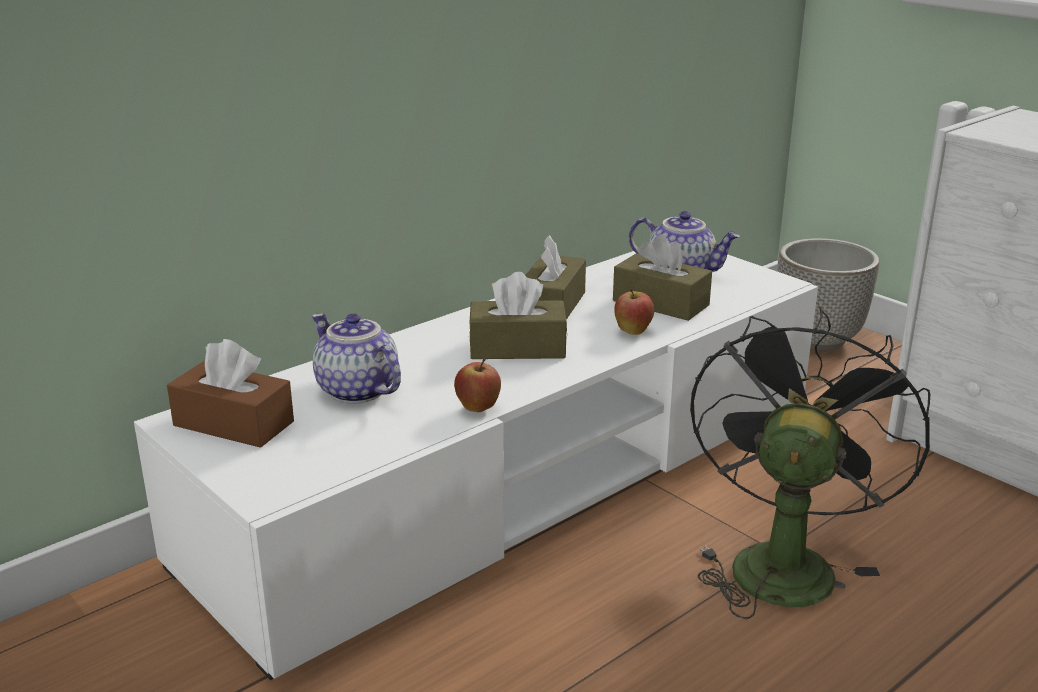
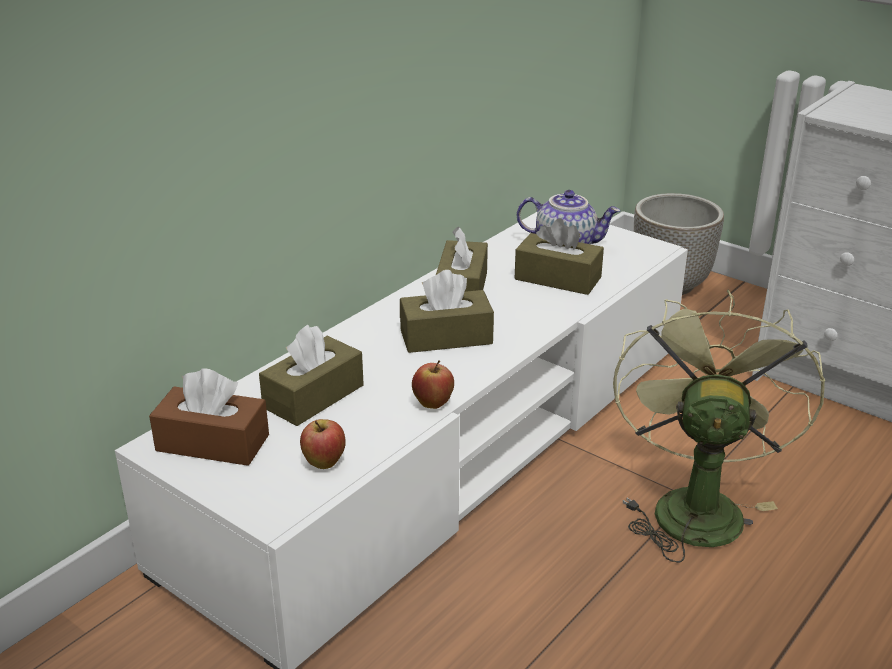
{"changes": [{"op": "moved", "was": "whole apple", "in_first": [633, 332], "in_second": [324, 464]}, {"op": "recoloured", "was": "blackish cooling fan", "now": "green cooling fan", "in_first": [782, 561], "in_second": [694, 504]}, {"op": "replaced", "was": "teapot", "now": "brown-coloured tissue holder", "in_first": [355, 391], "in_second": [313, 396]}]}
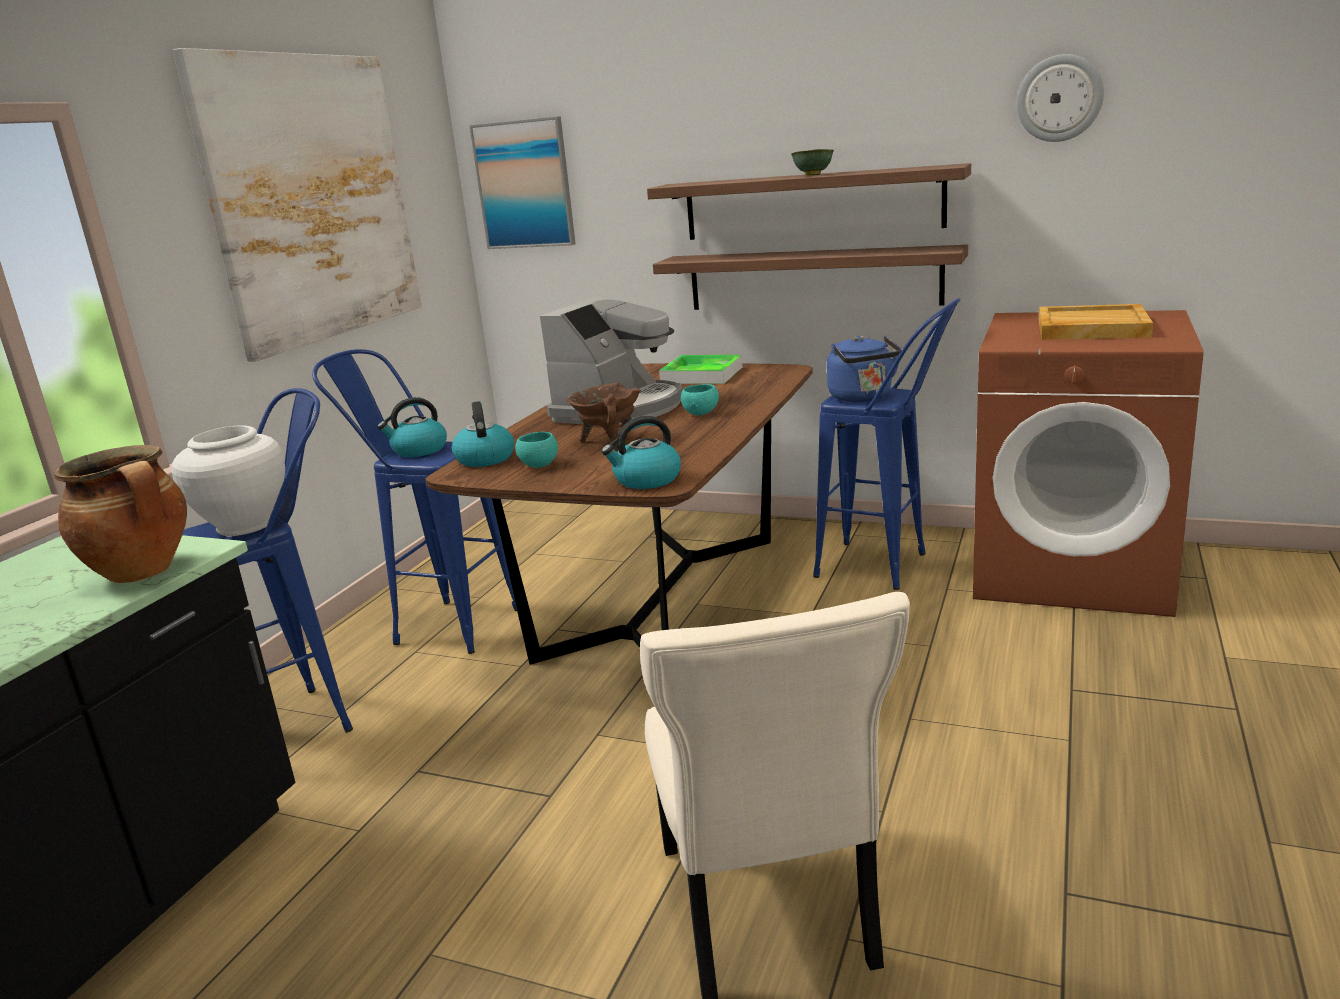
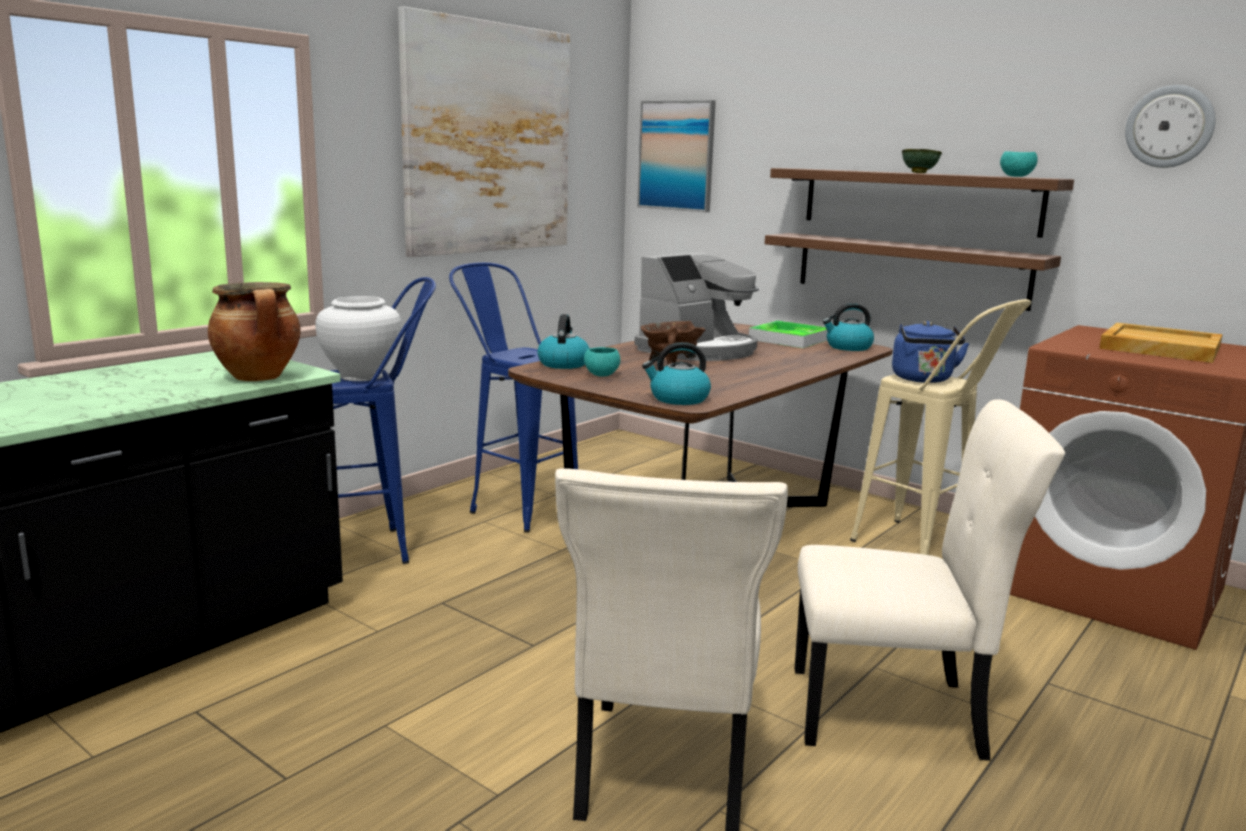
{"changes": [{"op": "recoloured", "was": "blue-coloured sitting stool", "now": "beige-coloured sitting stool", "in_first": [888, 568], "in_second": [925, 548]}, {"op": "moved", "was": "turquoise-coloured deep dish", "in_first": [700, 413], "in_second": [1016, 176]}, {"op": "moved", "was": "water kettle", "in_first": [418, 450], "in_second": [848, 347]}, {"op": "added", "now": "beige-coloured plain chair", "in_second": [895, 714]}]}
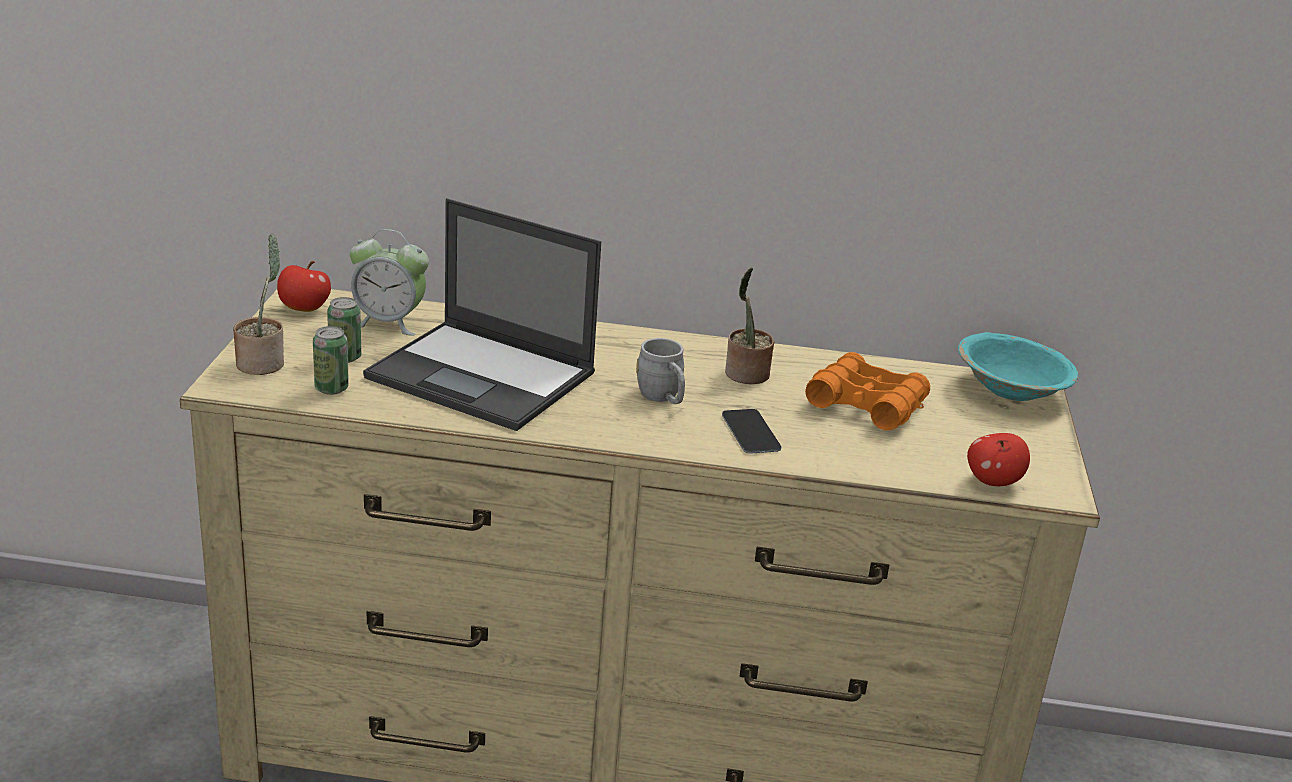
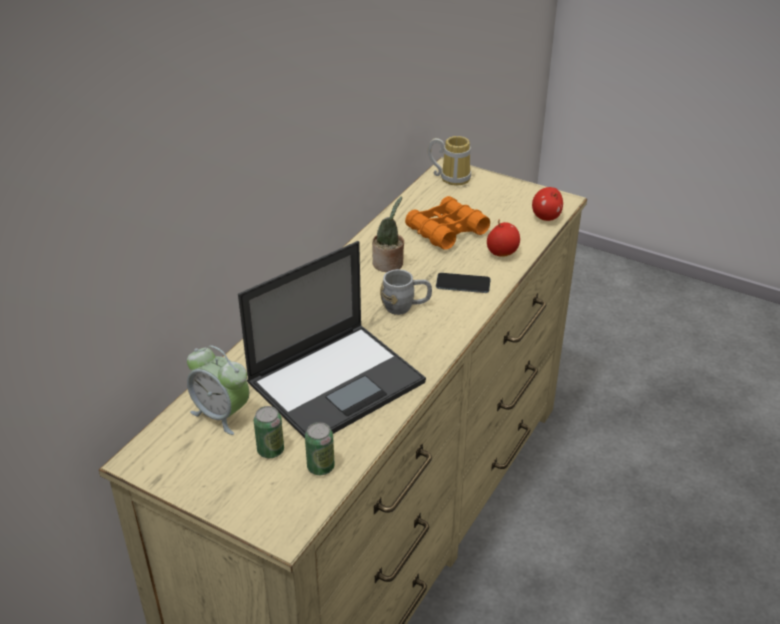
{"changes": [{"op": "turned", "was": "alarm clock", "in_first": [389, 323], "in_second": [221, 414], "clockwise": 90}, {"op": "removed", "was": "plant in a pot", "in_first": [263, 363]}, {"op": "moved", "was": "whole apple", "in_first": [304, 309], "in_second": [502, 253]}, {"op": "replaced", "was": "turquoise-coloured deep dish", "now": "tea mug", "in_first": [1011, 391], "in_second": [451, 177]}]}
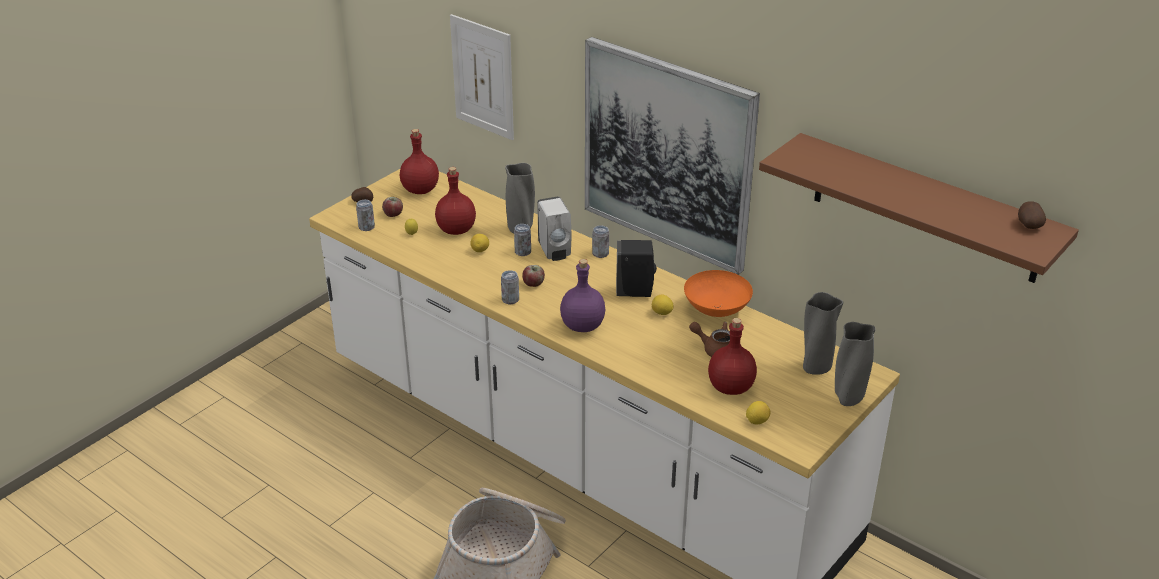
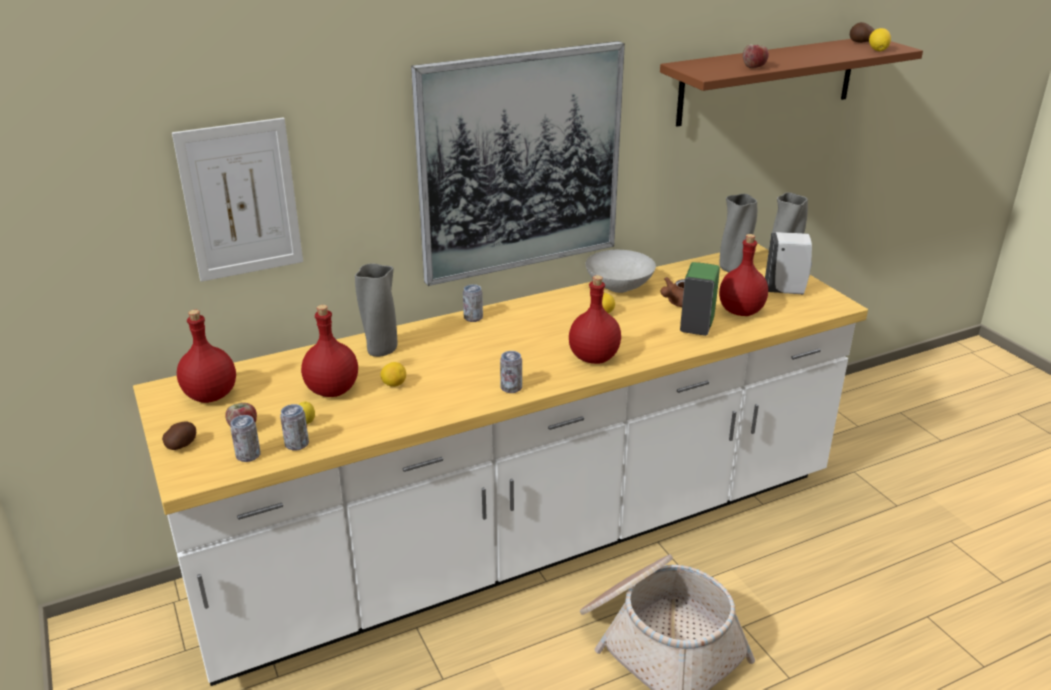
{"changes": [{"op": "moved", "was": "white-coloured soap bottle", "in_first": [554, 252], "in_second": [786, 291]}, {"op": "moved", "was": "metal can", "in_first": [523, 252], "in_second": [297, 444]}, {"op": "removed", "was": "blackish soap bottle", "in_first": [635, 292]}, {"op": "recoloured", "was": "purplish bottle", "now": "reddish bottle", "in_first": [583, 326], "in_second": [594, 357]}, {"op": "moved", "was": "whole apple", "in_first": [533, 284], "in_second": [754, 67]}, {"op": "recoloured", "was": "orange deep dish", "now": "gray deep dish", "in_first": [716, 309], "in_second": [617, 287]}, {"op": "moved", "was": "whole lemon", "in_first": [757, 421], "in_second": [878, 50]}, {"op": "added", "now": "green soap bottle", "in_second": [697, 326]}]}
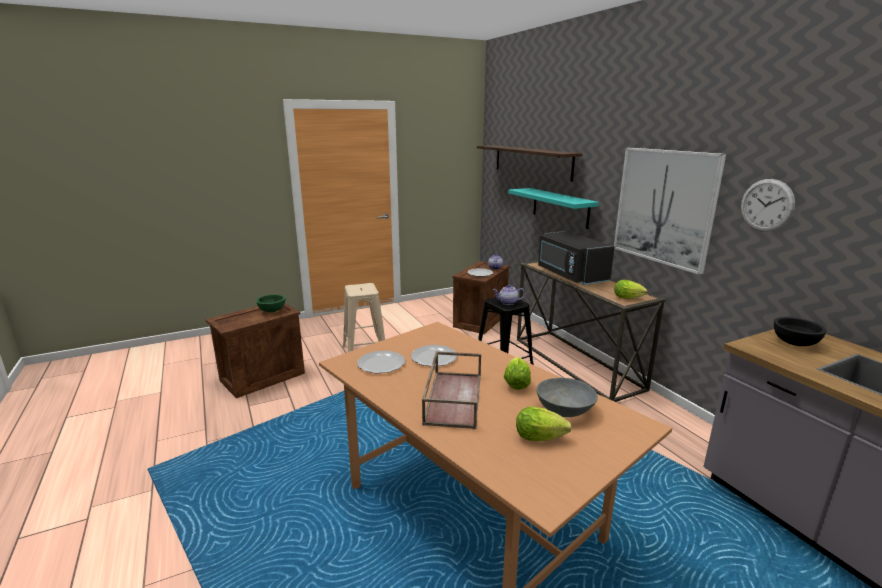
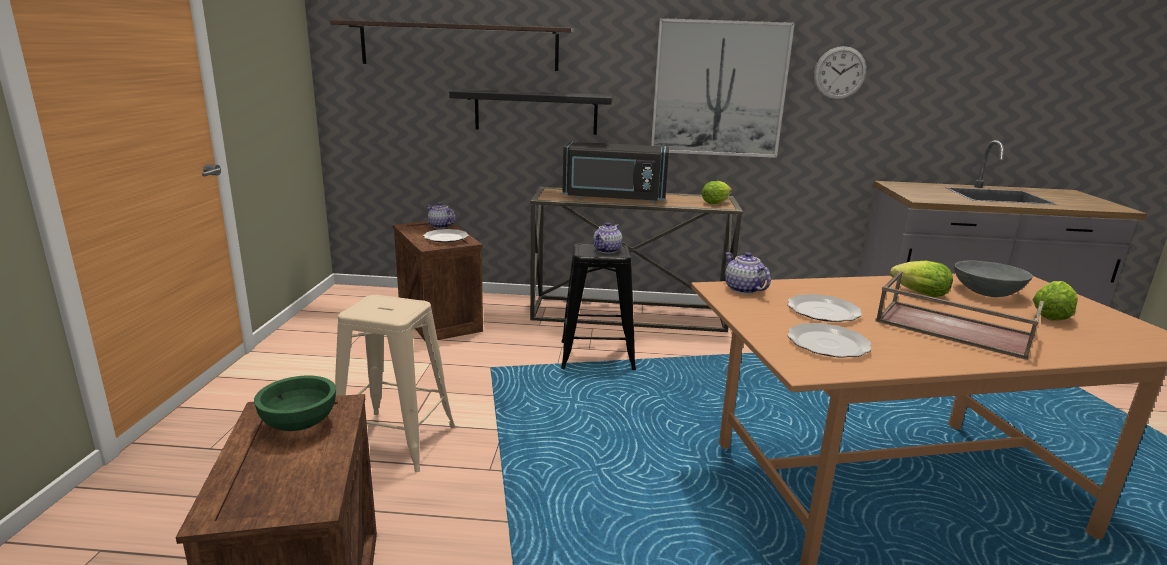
{"changes": [{"op": "recoloured", "was": "turquoise-coloured shelf", "now": "blackish shelf", "in_first": [560, 207], "in_second": [536, 112]}, {"op": "removed", "was": "blackish deep dish", "in_first": [795, 343]}, {"op": "added", "now": "teapot", "in_second": [743, 289]}]}
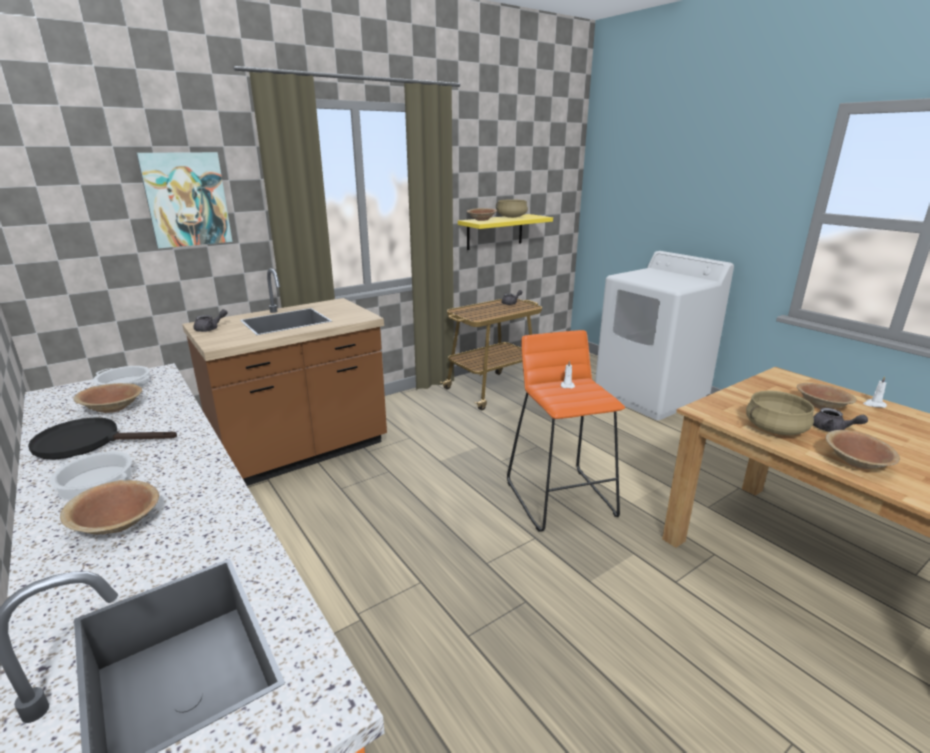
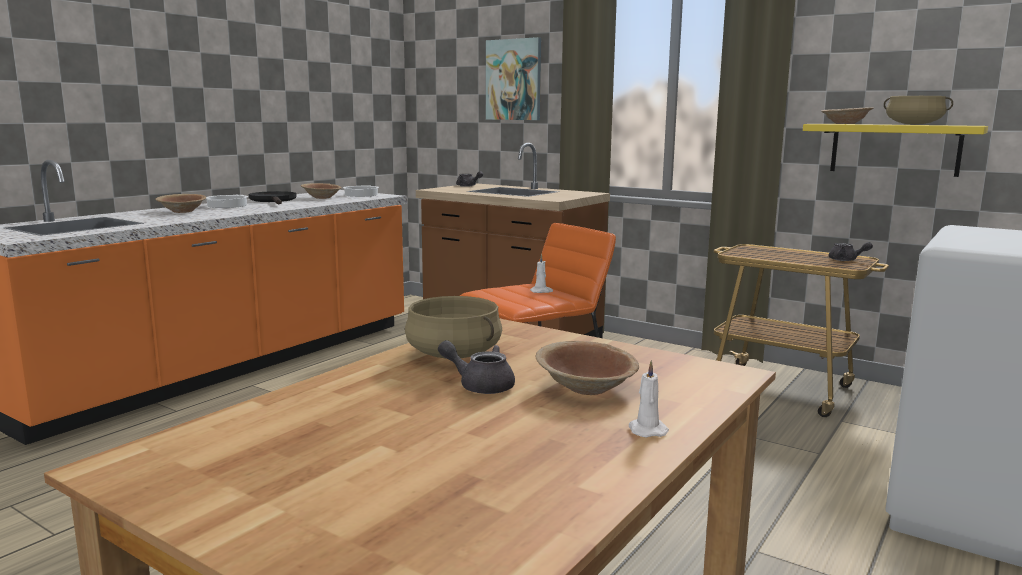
{"changes": [{"op": "turned", "was": "gray teapot", "in_first": [832, 429], "in_second": [480, 385], "clockwise": 90}, {"op": "removed", "was": "brown-coloured deep dish", "in_first": [856, 462]}]}
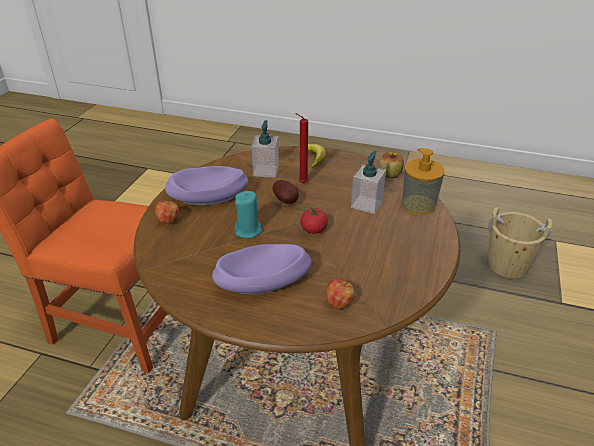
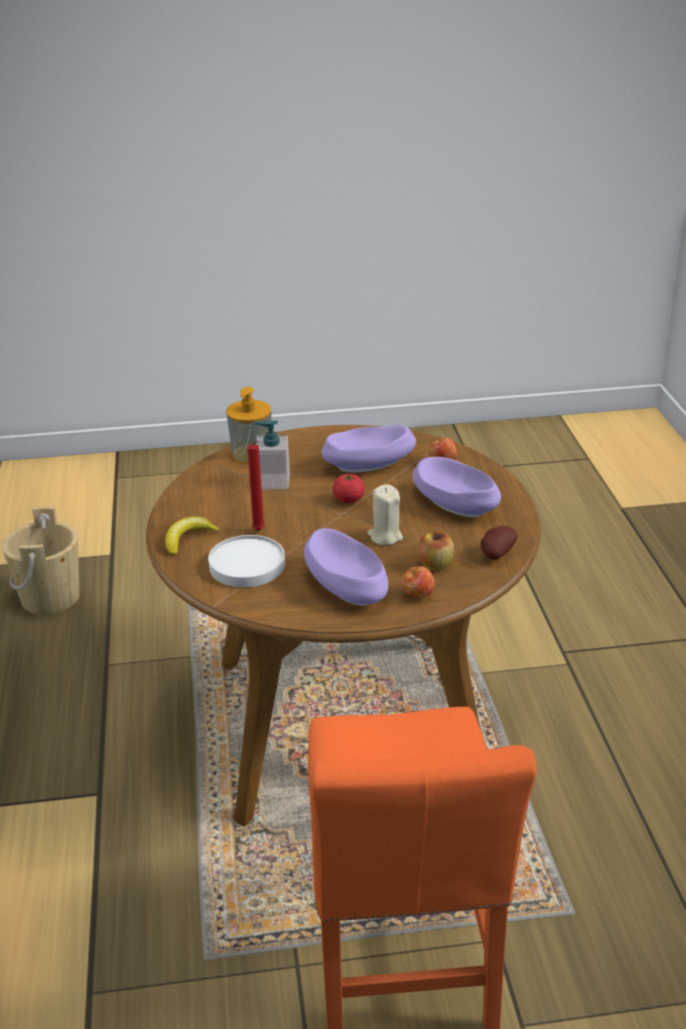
{"changes": [{"op": "replaced", "was": "soap bottle", "now": "white-coloured plate", "in_first": [266, 171], "in_second": [247, 565]}, {"op": "moved", "was": "whole apple", "in_first": [389, 174], "in_second": [435, 565]}, {"op": "moved", "was": "spud", "in_first": [286, 201], "in_second": [495, 555]}, {"op": "recoloured", "was": "turquoise-coloured candle", "now": "beige-coloured candle", "in_first": [248, 230], "in_second": [385, 536]}, {"op": "added", "now": "purplish deep dish", "in_second": [368, 464]}]}
